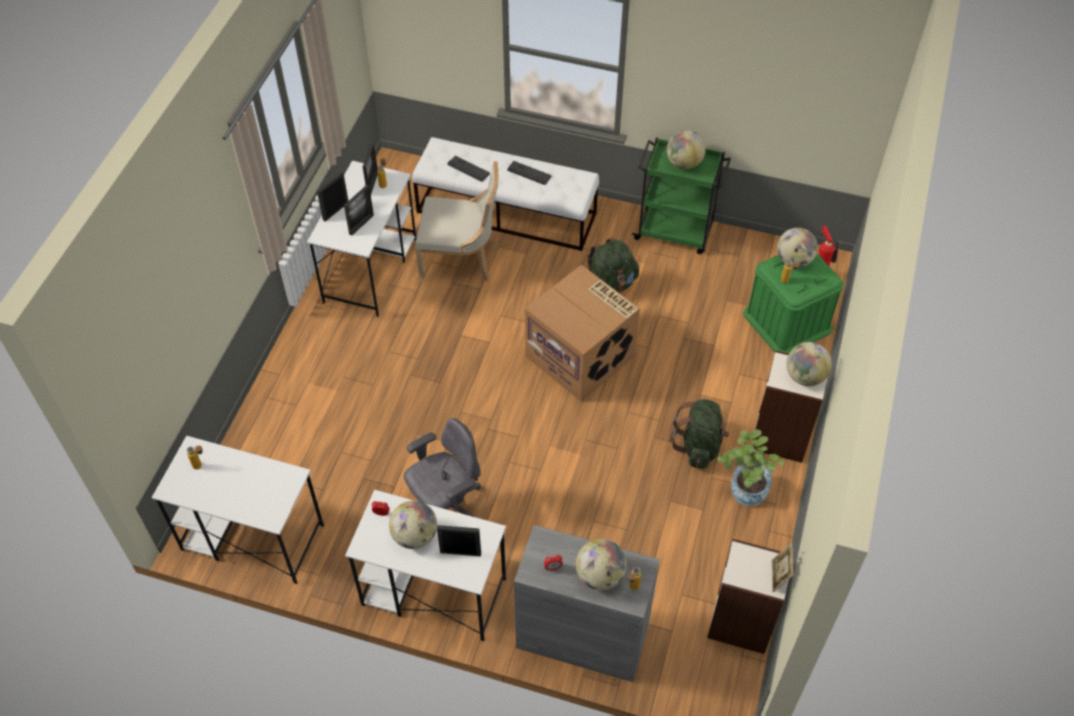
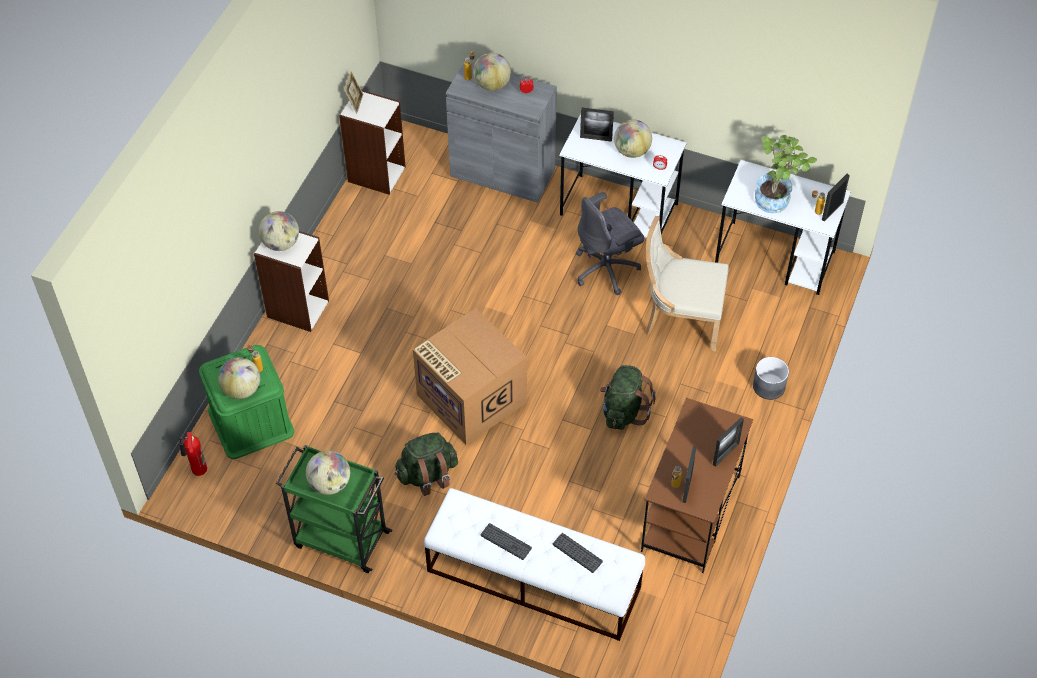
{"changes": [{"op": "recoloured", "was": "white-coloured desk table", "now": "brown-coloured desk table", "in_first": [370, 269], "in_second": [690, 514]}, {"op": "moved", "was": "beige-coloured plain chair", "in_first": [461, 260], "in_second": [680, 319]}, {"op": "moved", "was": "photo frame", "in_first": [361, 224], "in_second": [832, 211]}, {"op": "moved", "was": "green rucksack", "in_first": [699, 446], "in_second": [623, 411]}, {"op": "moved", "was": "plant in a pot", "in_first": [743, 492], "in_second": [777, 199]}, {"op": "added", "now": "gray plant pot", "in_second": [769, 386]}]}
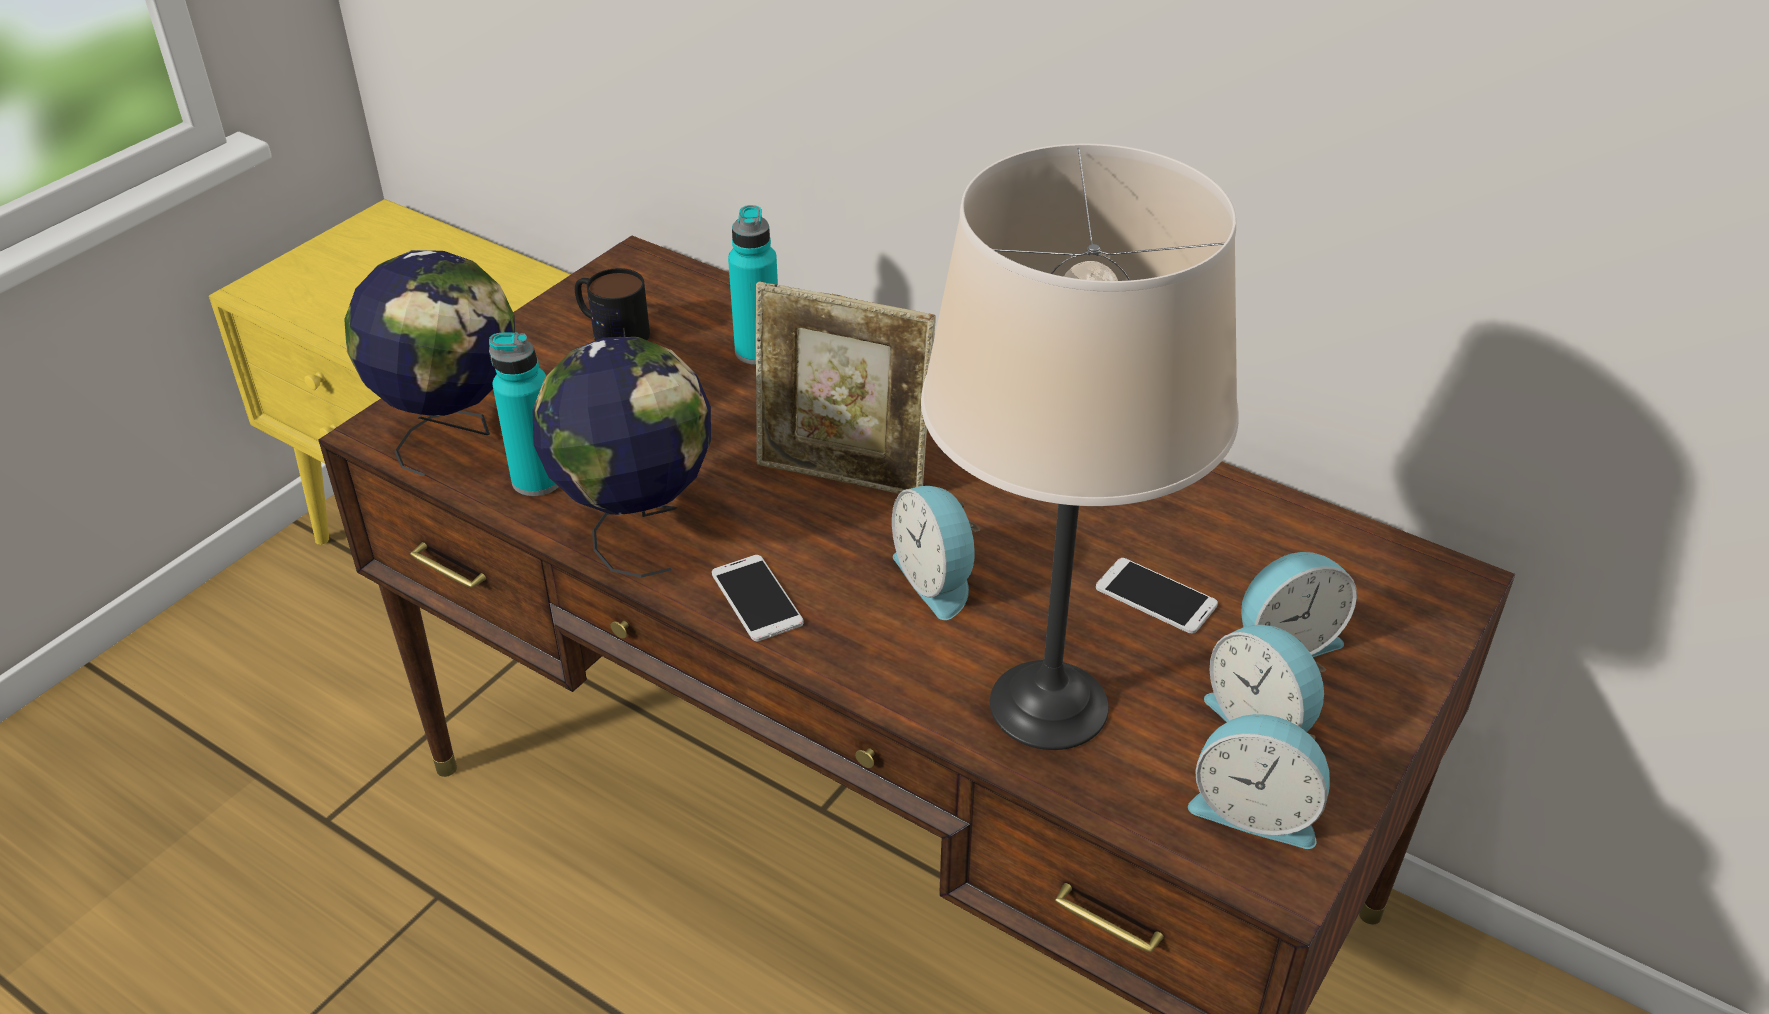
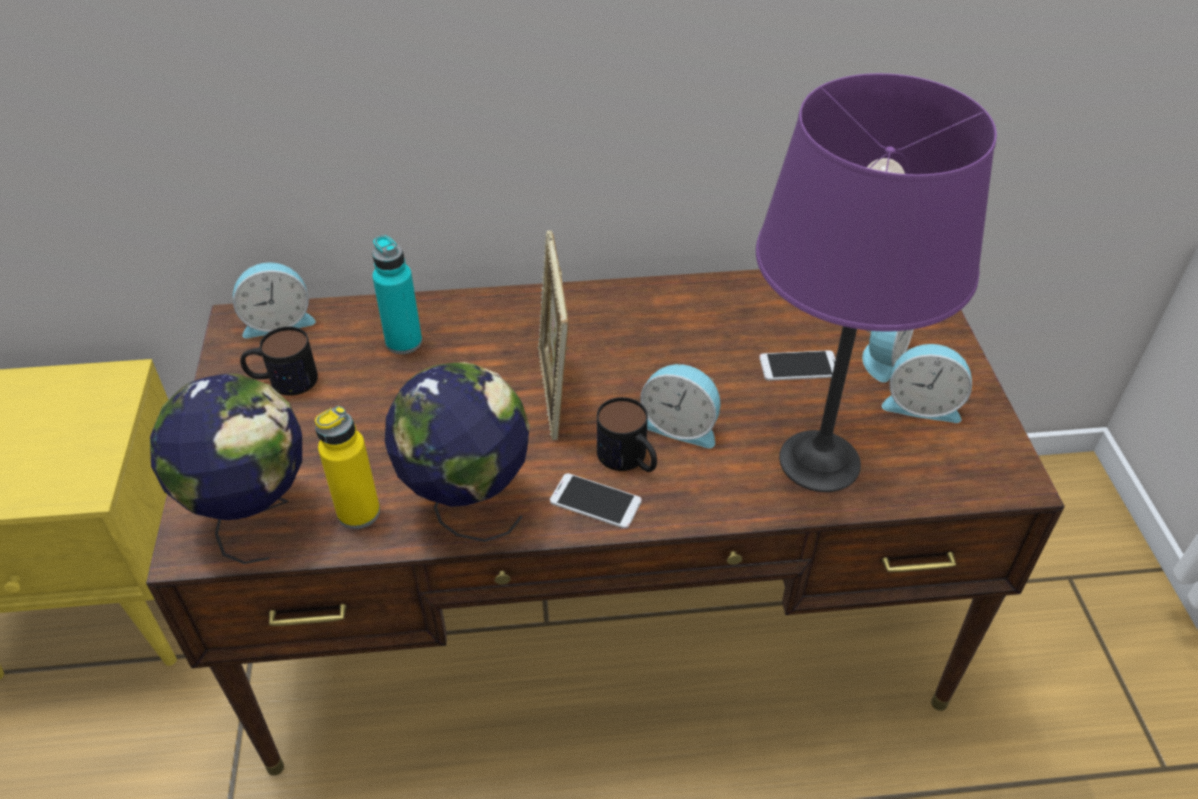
{"changes": [{"op": "recoloured", "was": "beige-coloured lamp for a table", "now": "purplish lamp for a table", "in_first": [1047, 704], "in_second": [818, 461]}, {"op": "turned", "was": "photo frame", "in_first": [843, 475], "in_second": [553, 393], "clockwise": 105}, {"op": "recoloured", "was": "turquoise-coloured bottle", "now": "yellow-coloured bottle", "in_first": [537, 480], "in_second": [358, 512]}, {"op": "moved", "was": "alarm clock", "in_first": [1255, 810], "in_second": [278, 321]}, {"op": "added", "now": "tea mug", "in_second": [629, 459]}]}
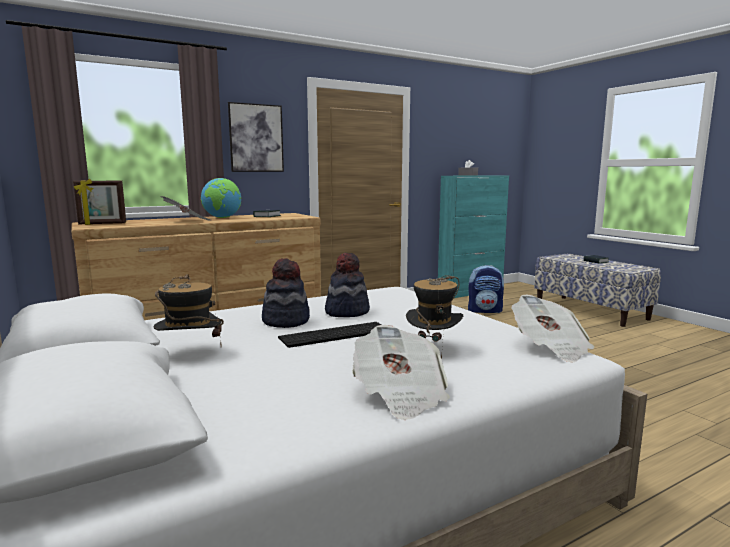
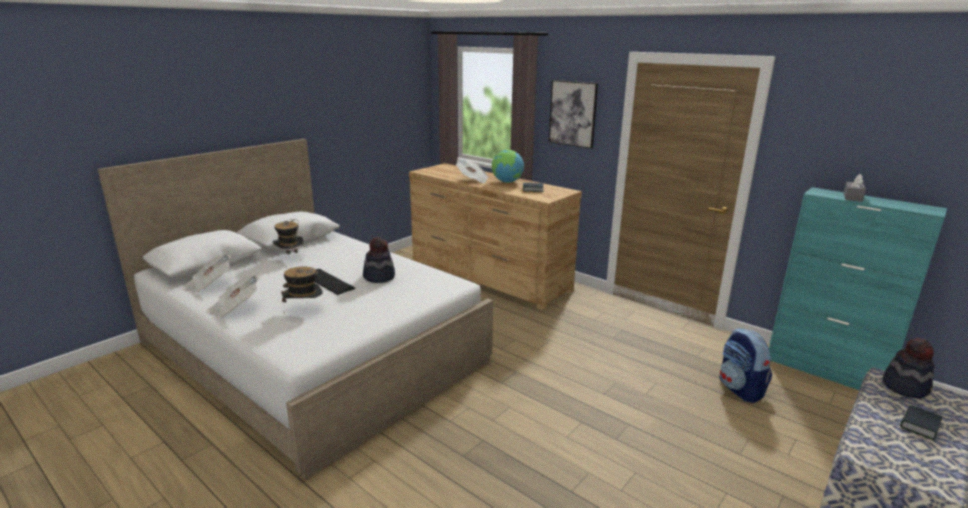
{"changes": [{"op": "removed", "was": "photo frame", "in_first": [102, 224]}, {"op": "moved", "was": "clothing hat", "in_first": [286, 321], "in_second": [905, 387]}, {"op": "moved", "was": "printed paper", "in_first": [550, 347], "in_second": [209, 285]}]}
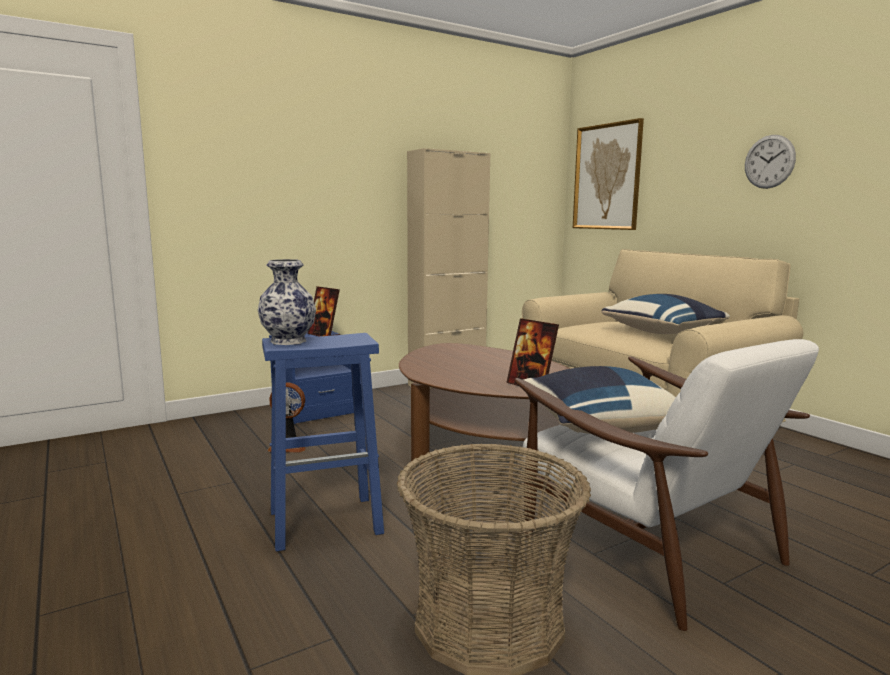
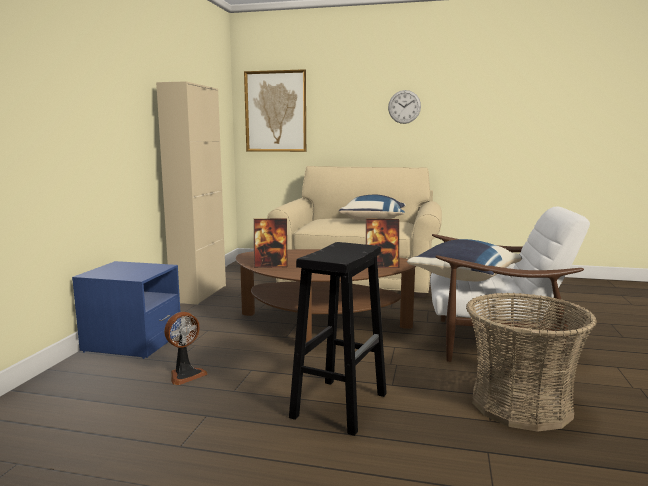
{"changes": [{"op": "removed", "was": "vase", "in_first": [288, 341]}, {"op": "moved", "was": "photo frame", "in_first": [324, 335], "in_second": [271, 265]}, {"op": "recoloured", "was": "blue-coloured sitting stool", "now": "blackish sitting stool", "in_first": [327, 521], "in_second": [340, 404]}]}
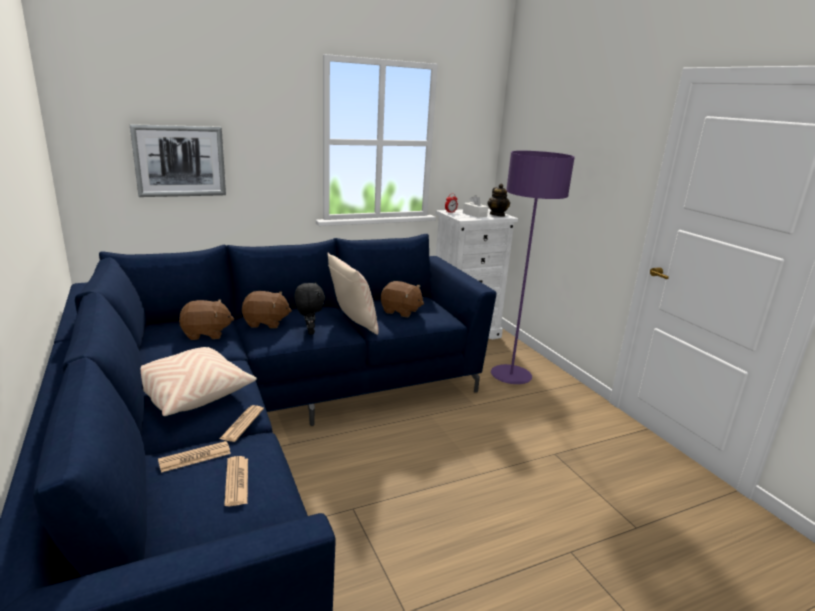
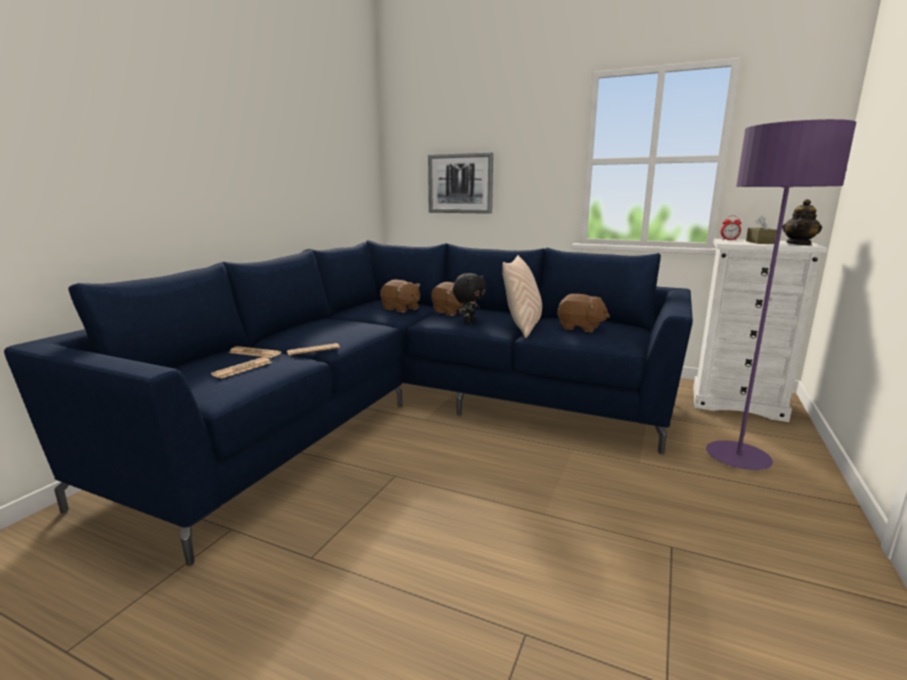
{"changes": [{"op": "recoloured", "was": "white-coloured tissue holder", "now": "brown-coloured tissue holder", "in_first": [474, 214], "in_second": [760, 242]}, {"op": "turned", "was": "brown-coloured cuddly toy", "in_first": [401, 311], "in_second": [580, 328], "clockwise": -45}, {"op": "removed", "was": "beige-coloured pillow", "in_first": [190, 393]}]}
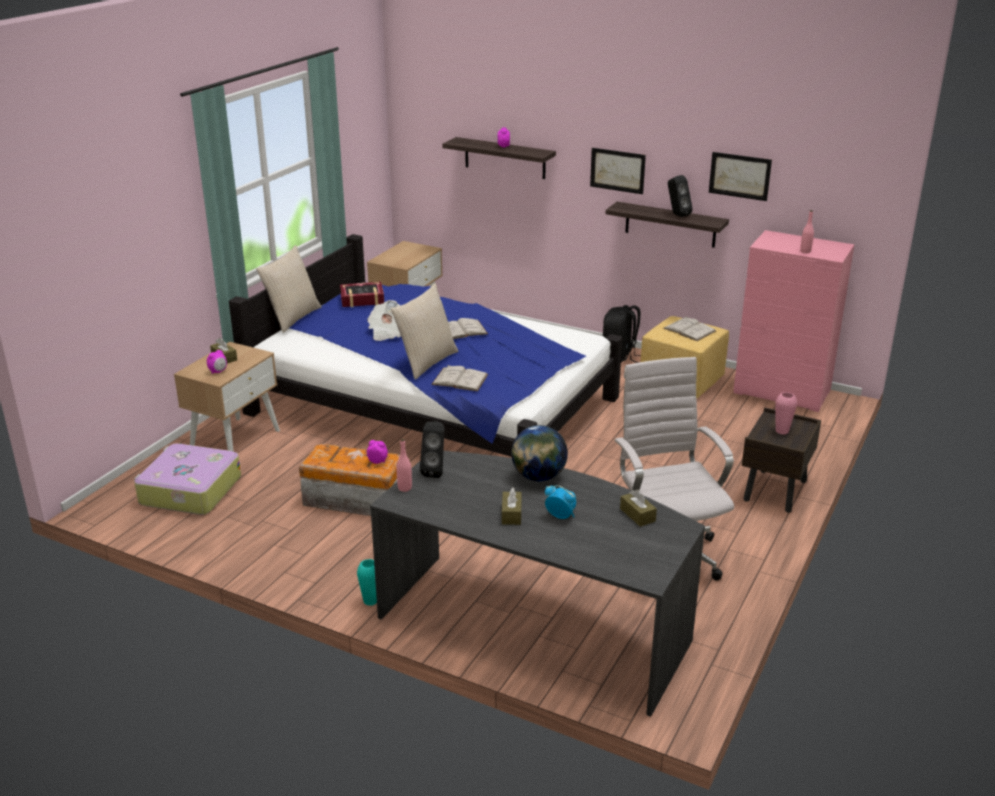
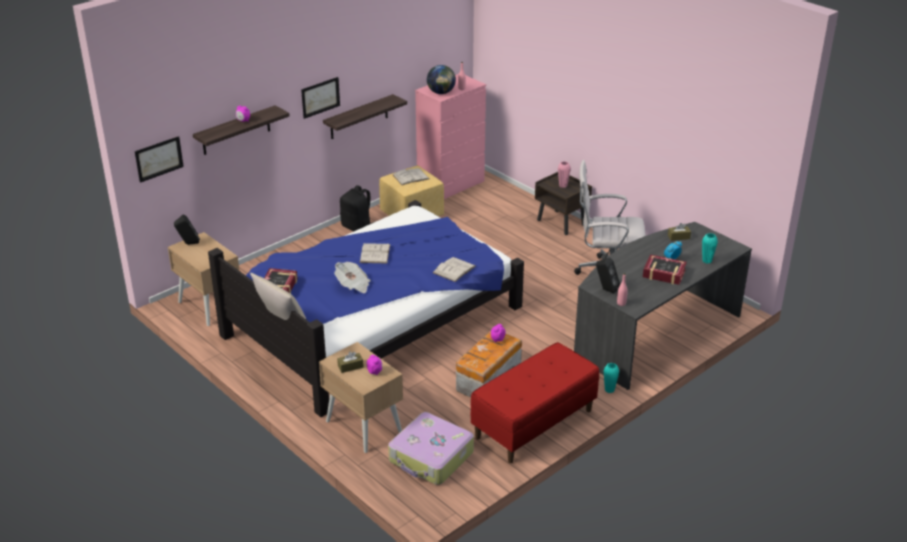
{"changes": [{"op": "moved", "was": "wall art", "in_first": [739, 176], "in_second": [159, 159]}, {"op": "moved", "was": "blackish speaker", "in_first": [676, 215], "in_second": [188, 244]}, {"op": "removed", "was": "beige-coloured pillow", "in_first": [426, 362]}, {"op": "moved", "was": "globe", "in_first": [538, 477], "in_second": [441, 93]}, {"op": "replaced", "was": "brown-coloured tissue holder", "now": "bound book", "in_first": [511, 514], "in_second": [664, 274]}, {"op": "added", "now": "turquoise-coloured vase", "in_second": [707, 261]}, {"op": "added", "now": "reddish indoor bench", "in_second": [534, 424]}]}
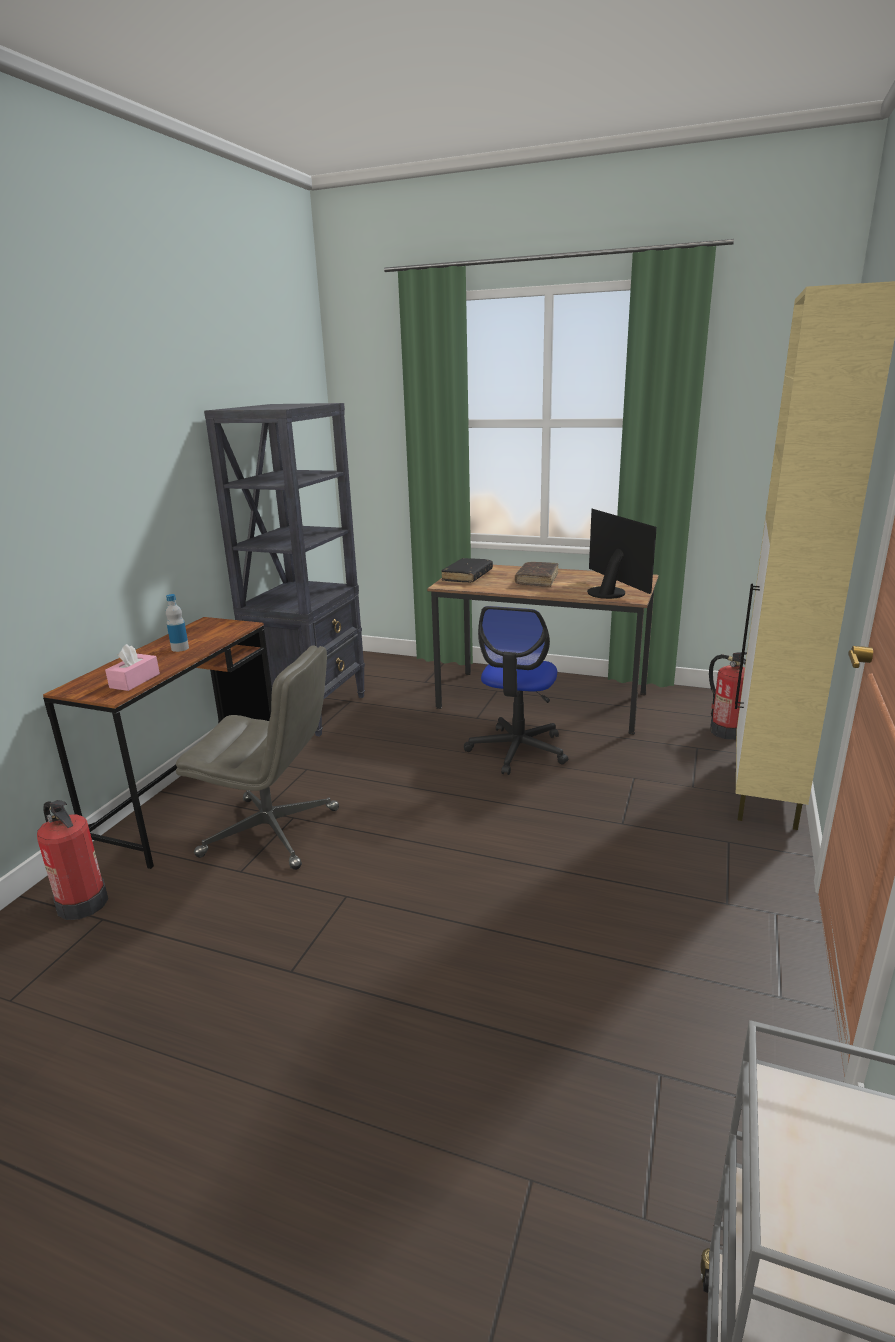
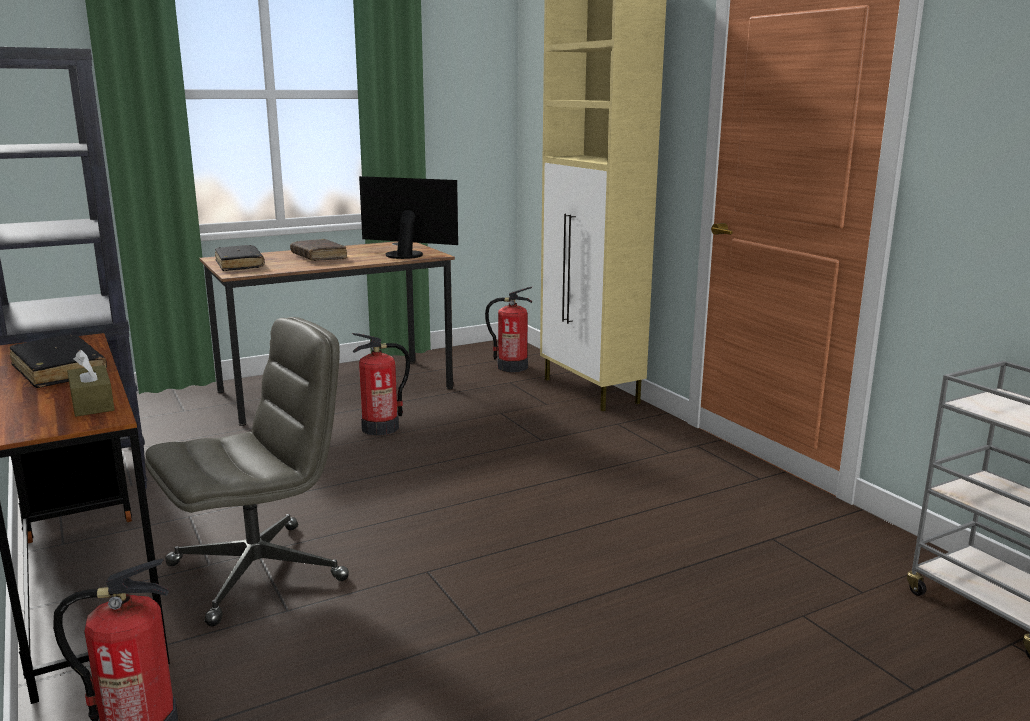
{"changes": [{"op": "replaced", "was": "bottle", "now": "blackish bound book", "in_first": [180, 648], "in_second": [59, 371]}, {"op": "replaced", "was": "office chair", "now": "fire extinguisher", "in_first": [517, 750], "in_second": [381, 428]}, {"op": "recoloured", "was": "pinkish tissue holder", "now": "brown-coloured tissue holder", "in_first": [135, 681], "in_second": [92, 403]}]}
